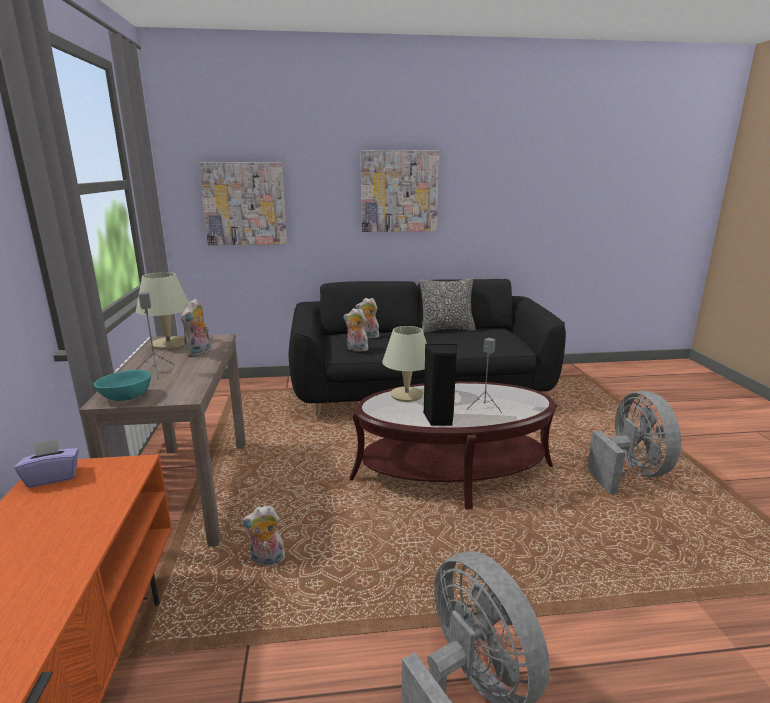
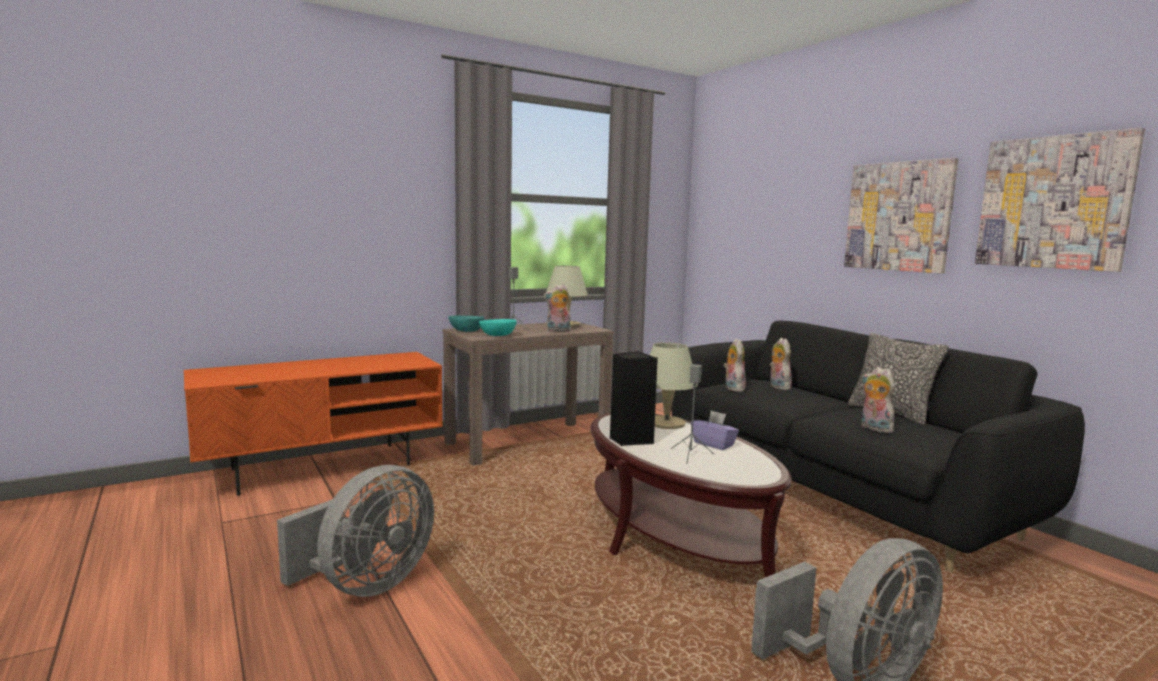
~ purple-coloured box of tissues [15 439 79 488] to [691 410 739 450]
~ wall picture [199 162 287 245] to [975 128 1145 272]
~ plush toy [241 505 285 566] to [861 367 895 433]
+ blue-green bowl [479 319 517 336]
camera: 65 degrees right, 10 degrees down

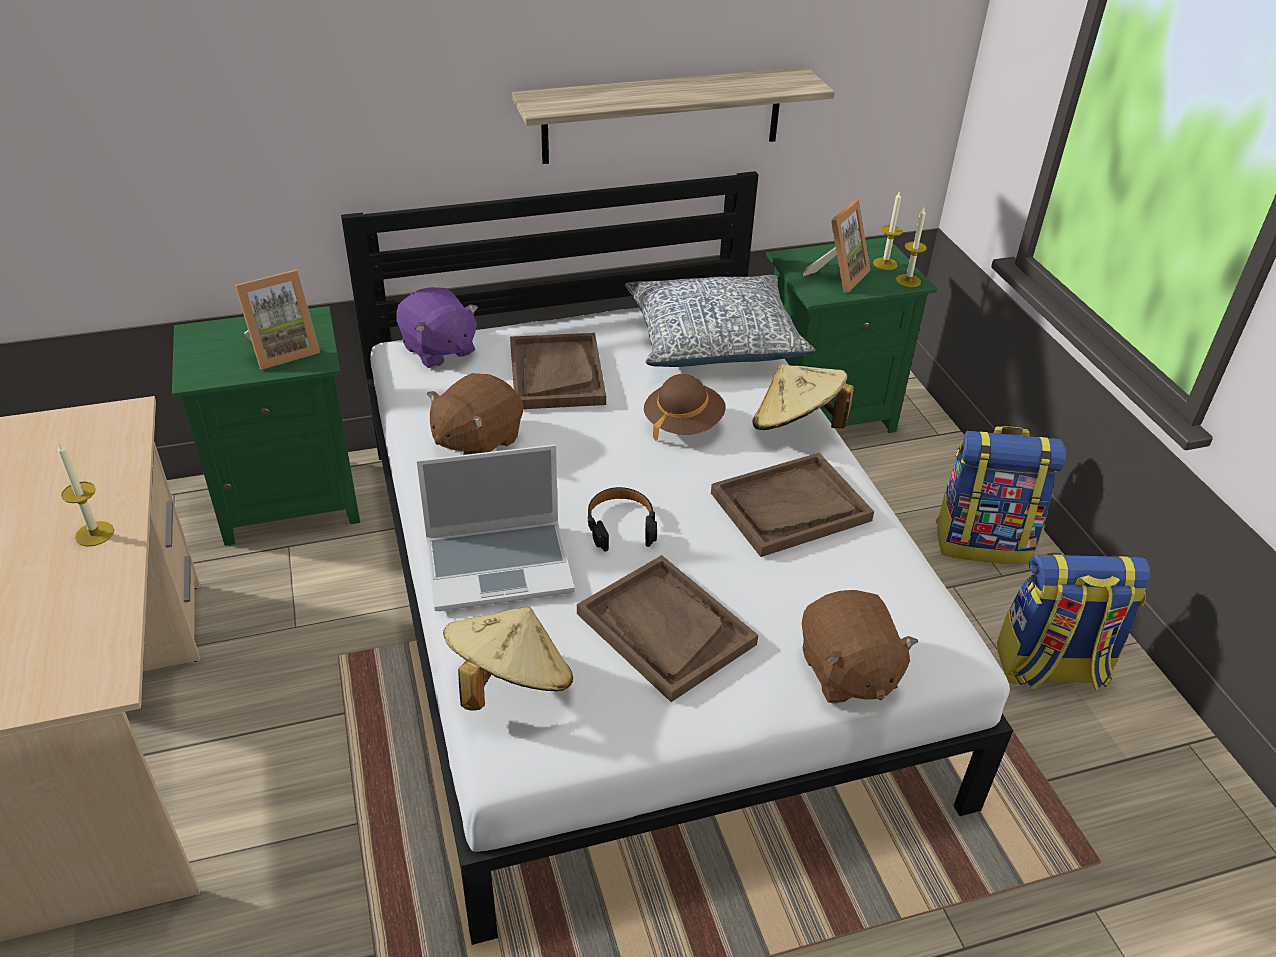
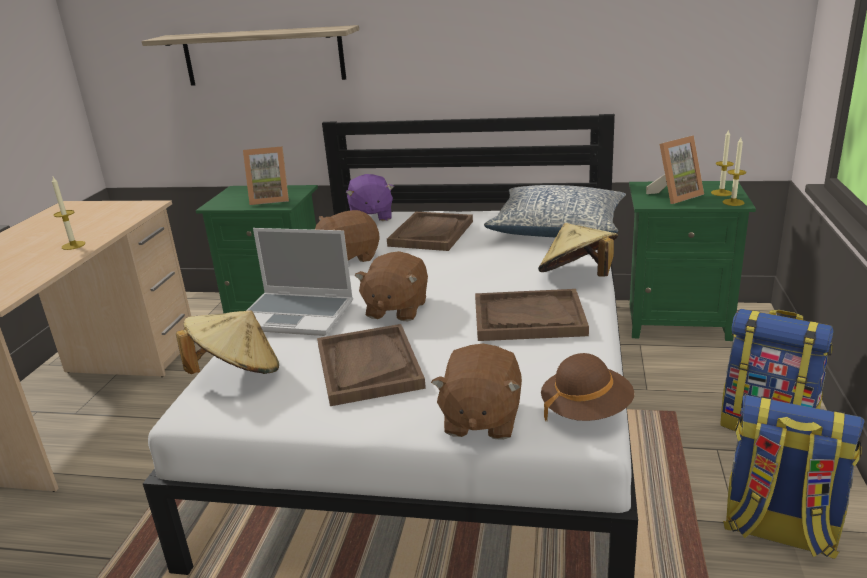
~ wall shelf [512 67 835 164] to [142 25 359 86]
~ black-coloured headphones [588 487 657 552] to brown plush toy [354 251 428 321]
~ brown wearable hat [644 374 726 441] to [541 353 634 421]
camera: 30 degrees right, 15 degrees down

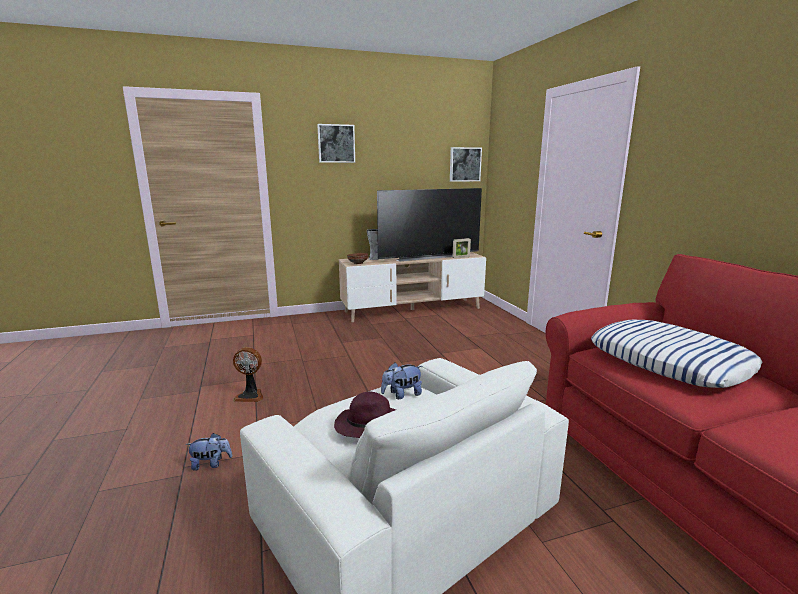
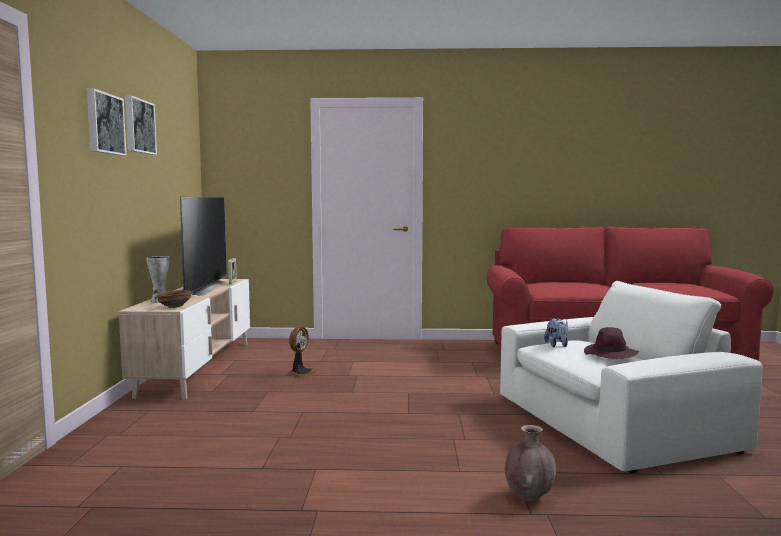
~ plush toy [185 433 232 471] to brown flower vase [505 425 556 502]
~ fan [233 347 263 402] to [289 326 317 378]
~ wall picture [450 147 482 182] to [125 95 157 155]
- throw pillow [591 320 763 388]
camera: 70 degrees left, 10 degrees down

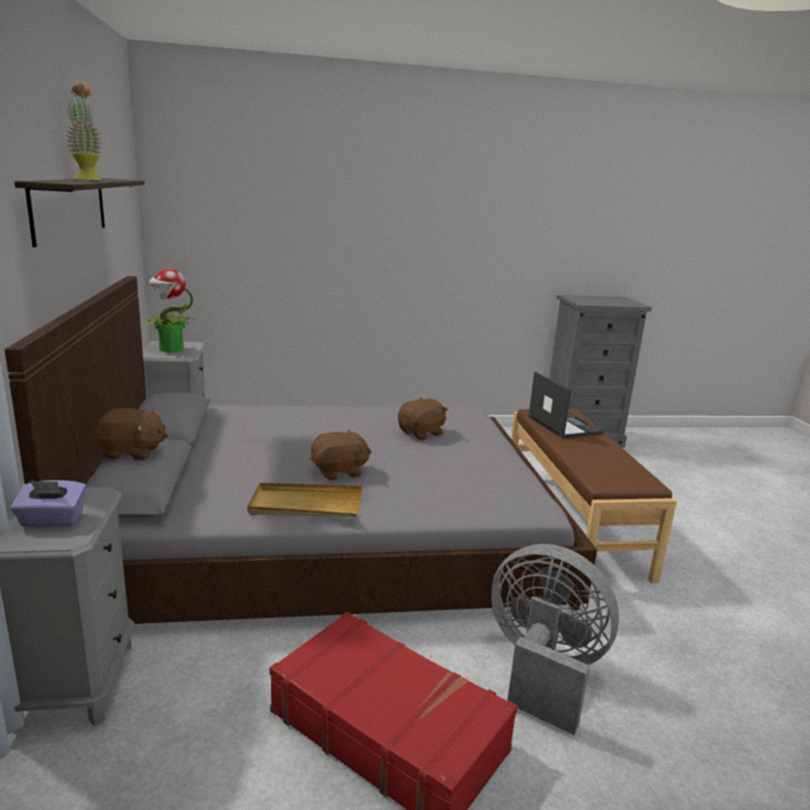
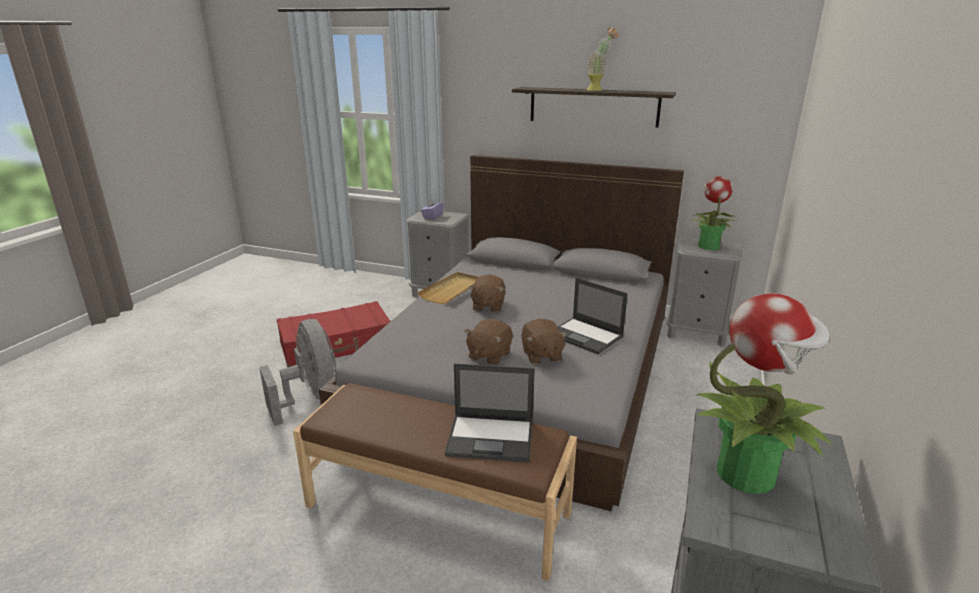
~ brown plush toy [95 408 168 460] to [465 319 513 365]
~ grey fan [491 544 619 735] = [259 319 337 426] 90 degrees counterclockwise
+ portable computer [558 278 628 354]
+ houseplant [696 293 832 494]
camera: 120 degrees right, 5 degrees up

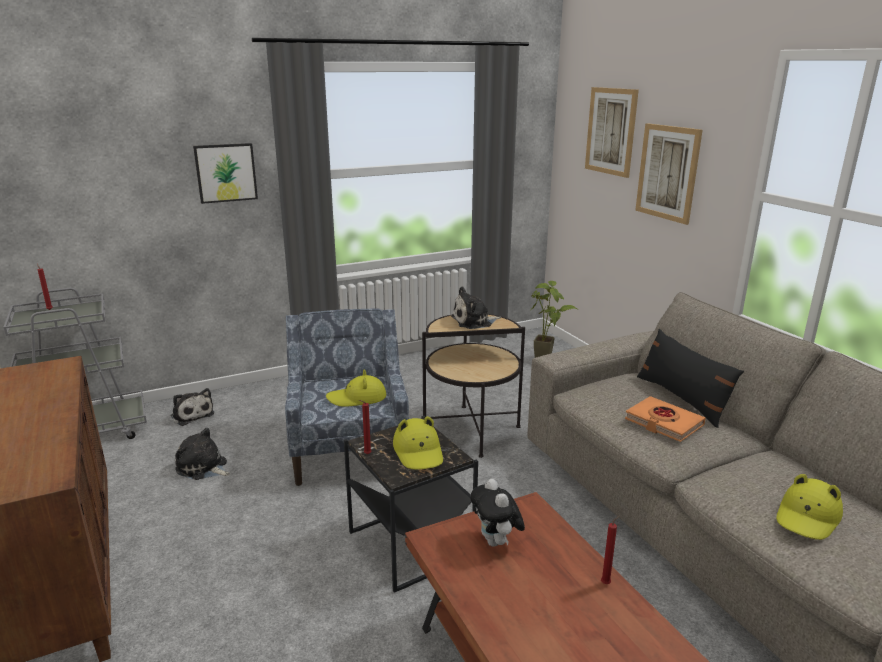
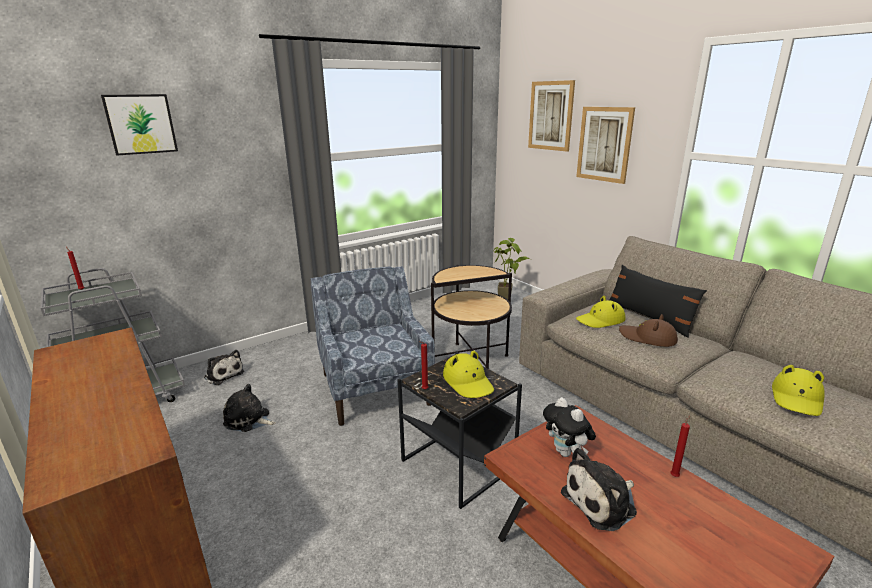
~ wall picture [193 143 258 204] to [101 94 178 155]
~ yellow wearable hat [326 370 386 407] to [576 296 626 328]
~ plush toy [451 286 501 329] to [561 448 637 531]
~ orange-coloured volume [625 396 706 442] to brown wearable hat [619 314 678 347]
camera: 10 degrees left, 0 degrees up

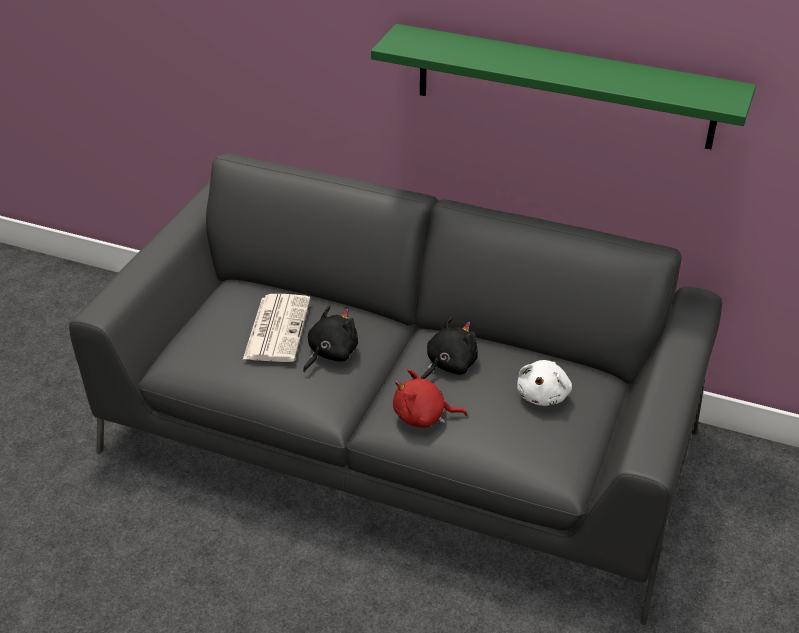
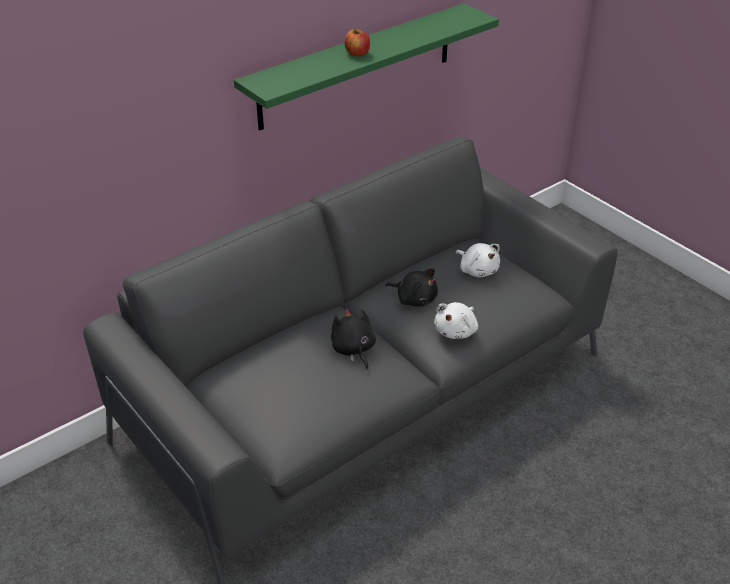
- daily paper [243 294 310 362]
~ reddish plush toy [393 369 467 428] to white-coloured plush toy [434 302 478 339]
~ black-coloured plush toy [421 317 478 379] = [385 269 438 306] 135 degrees clockwise
+ whole apple [344 29 370 56]
camera: 60 degrees left, 0 degrees up

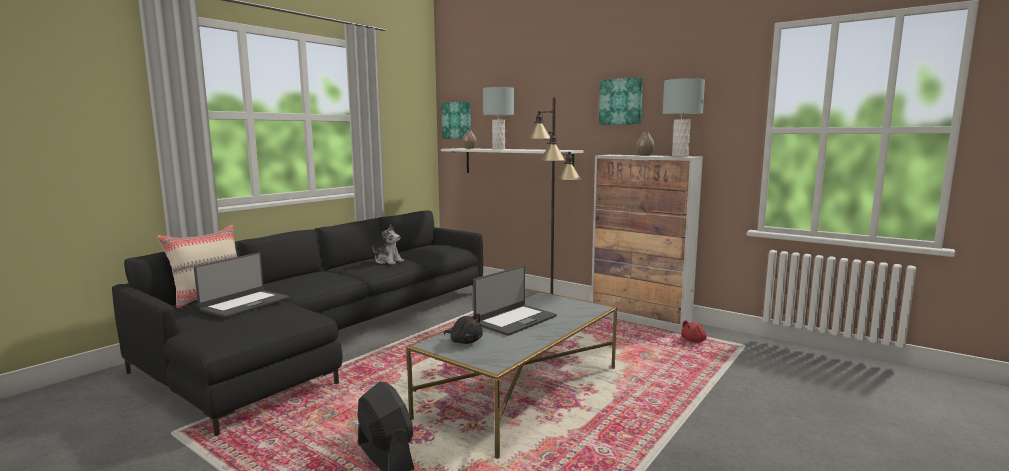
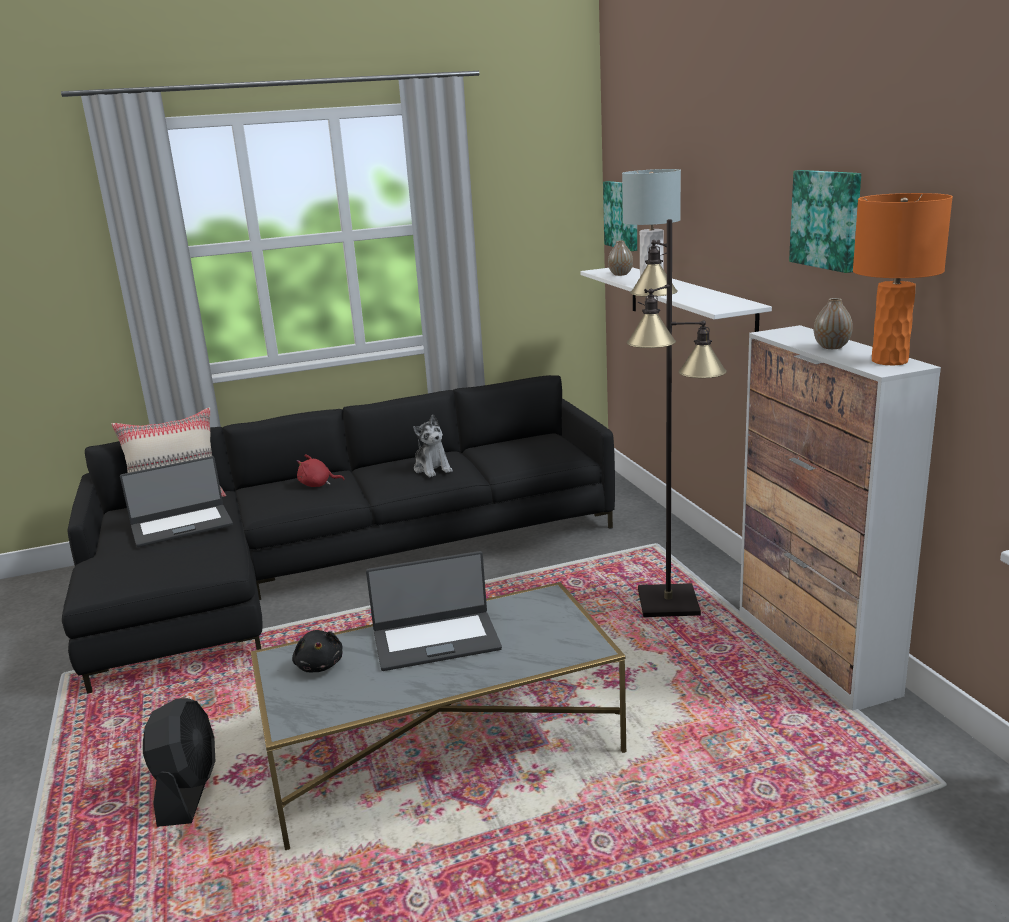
~ grey tabletop lamp [663 78 705 157] to orange-coloured tabletop lamp [853 193 953 366]
~ reddish plush toy [681 320 707 342] to [297 454 345 487]
camera: 35 degrees right, 10 degrees up

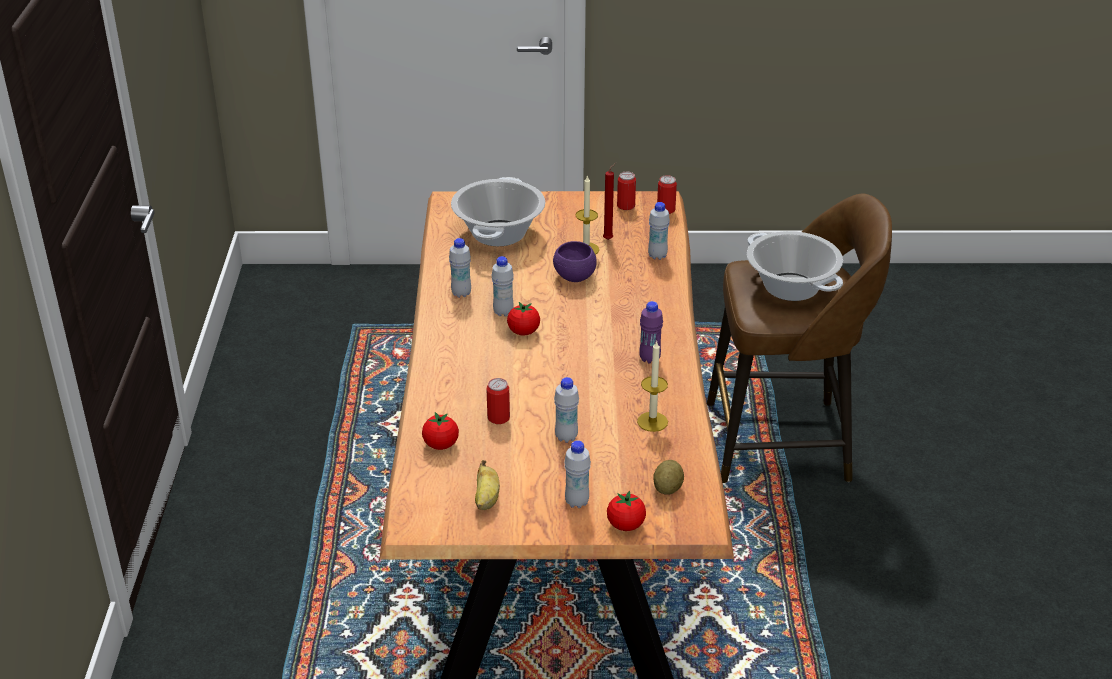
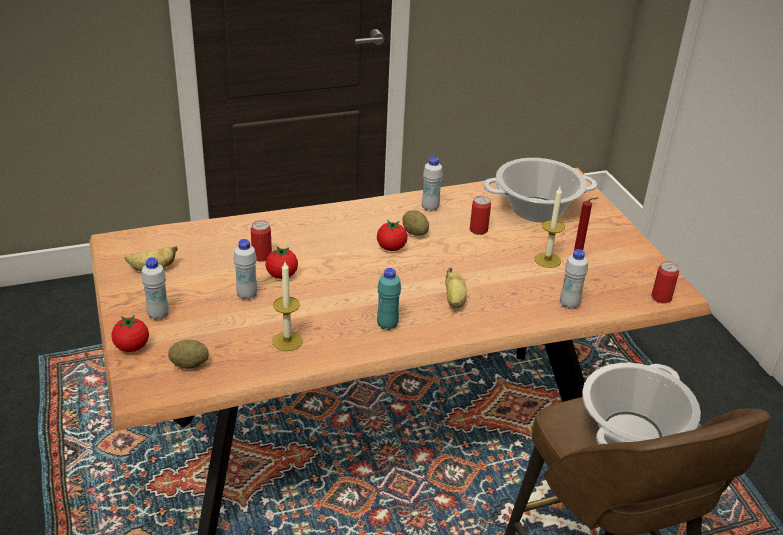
~ tomato [422 412 459 450] to [265 246 298 279]
~ white-coloured bottle [491 256 514 317] to whole potato [402 210 429 236]
- purple-coloured bowl [553 241 597 282]
~ metal can [617 172 636 210] to [470 196 491 235]
~ purple-coloured bottle [639 301 663 364] to blue-green bottle [377 268 401 330]
+ banana fruit [445 267 467 308]
camera: 70 degrees right, 0 degrees up

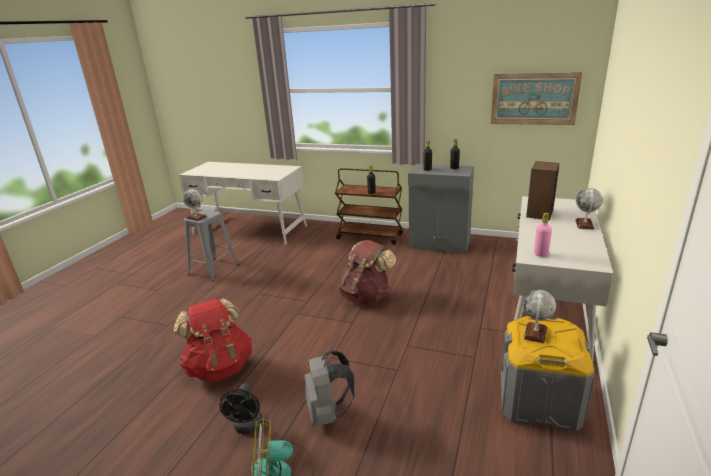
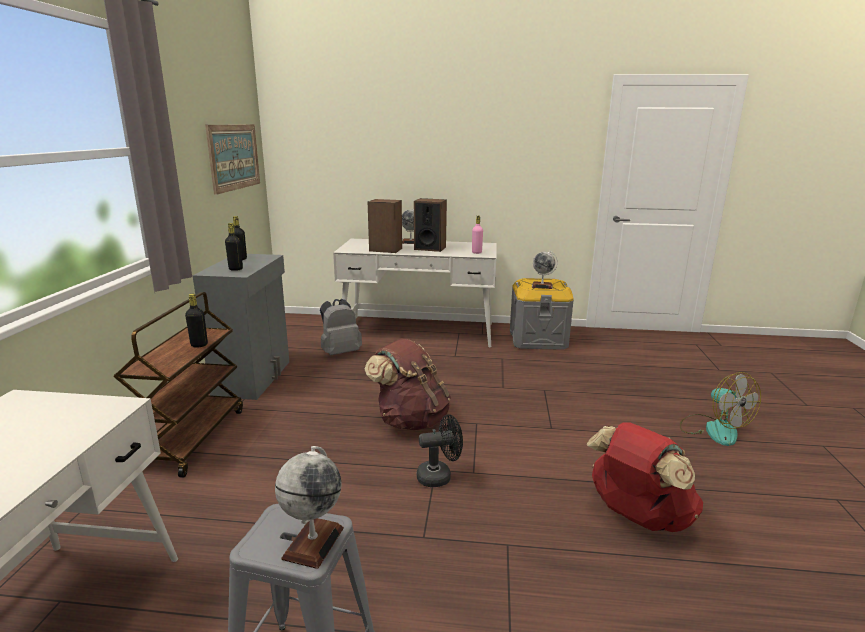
~ black-coloured fan [219 383 263 434] to [417 414 463 487]
~ grey backpack [304 350 355 426] to [320 299 362 355]
+ speaker [414 198 447 252]
camera: 105 degrees left, 5 degrees down

